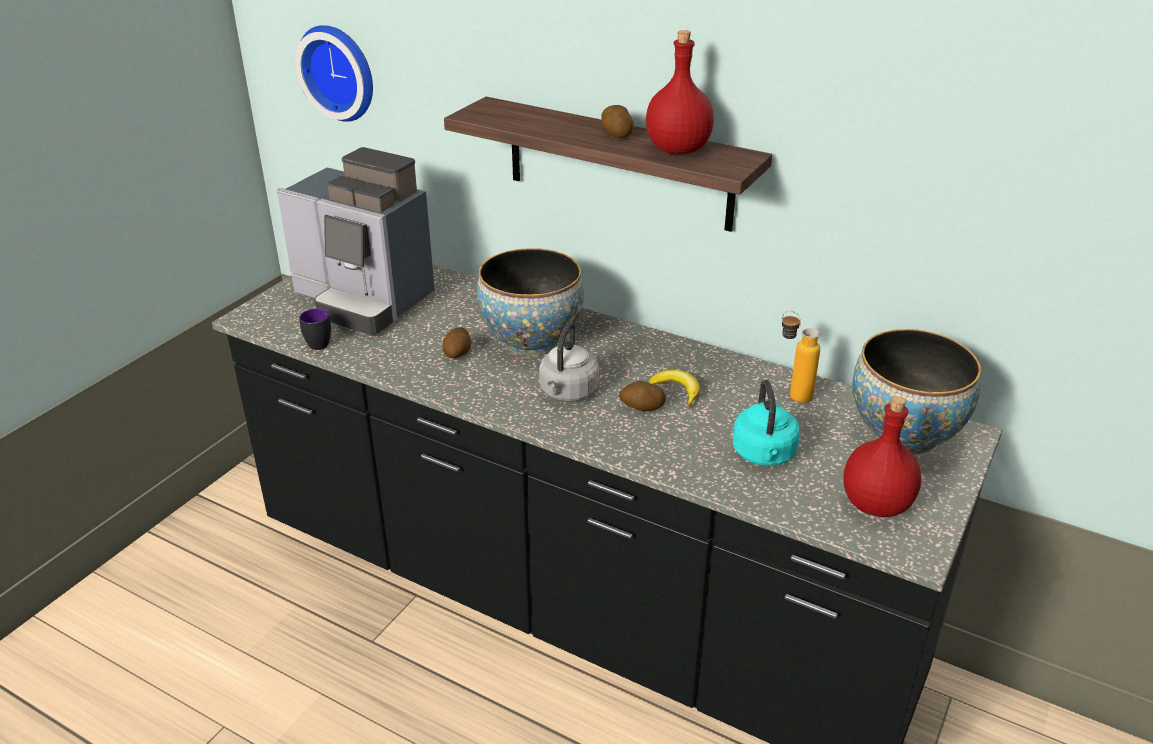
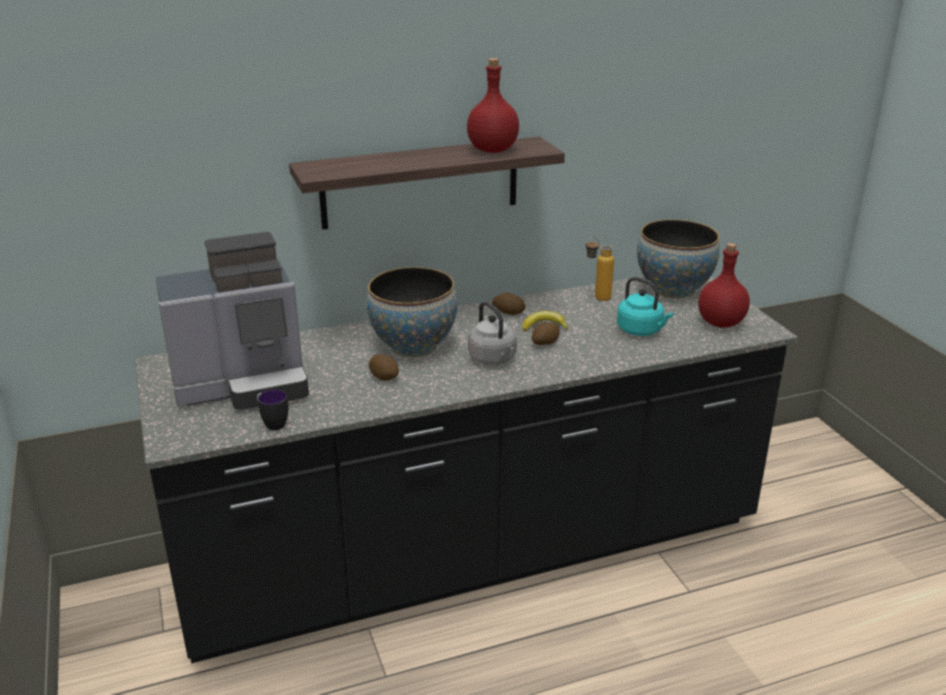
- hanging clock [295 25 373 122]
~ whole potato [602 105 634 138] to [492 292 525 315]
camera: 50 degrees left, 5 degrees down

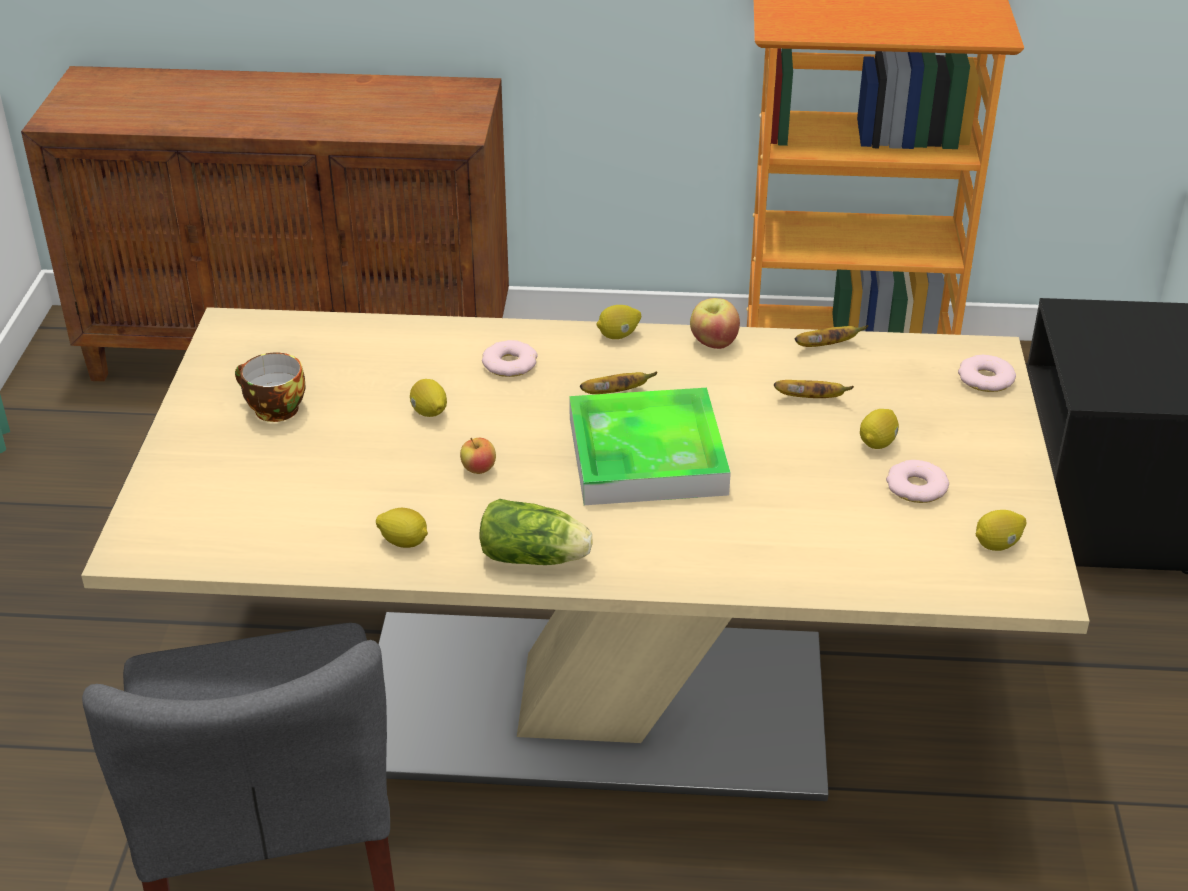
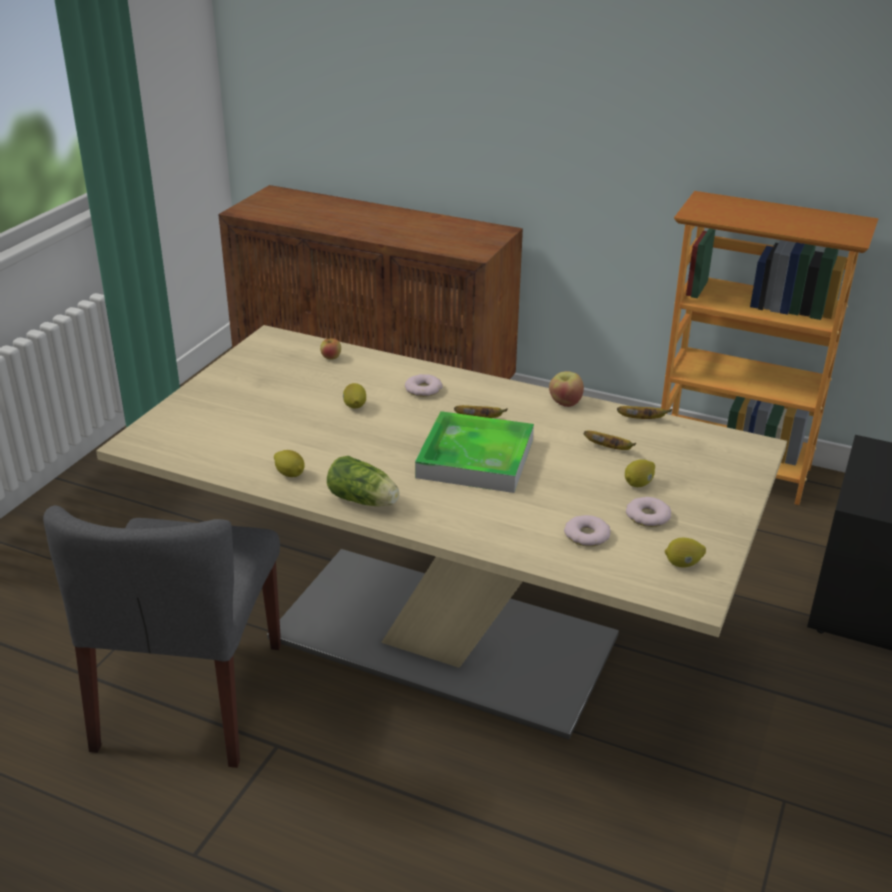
- cup [235 353 306 422]
~ whole apple [460 438 496 474] to [320 336 341 360]
- lemon [597 305 641 339]
~ ring doughnut [958 355 1016 392] to [564 515 611 547]
camera: 20 degrees right, 5 degrees down

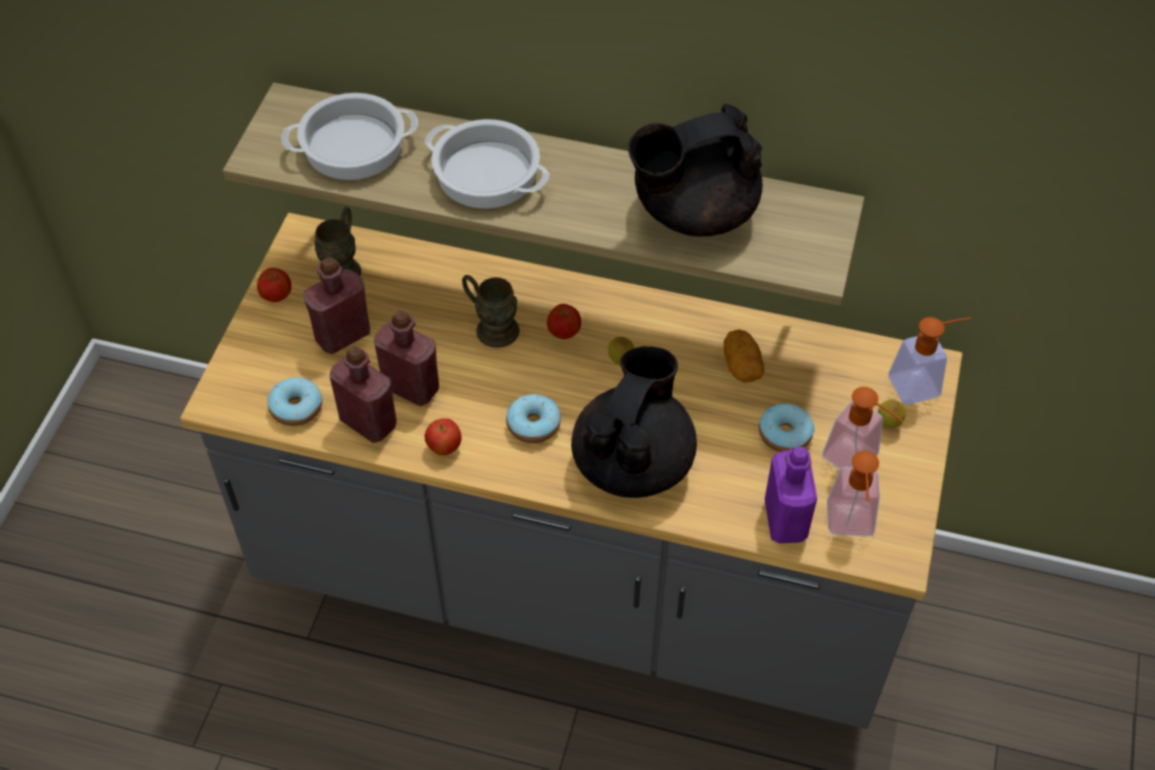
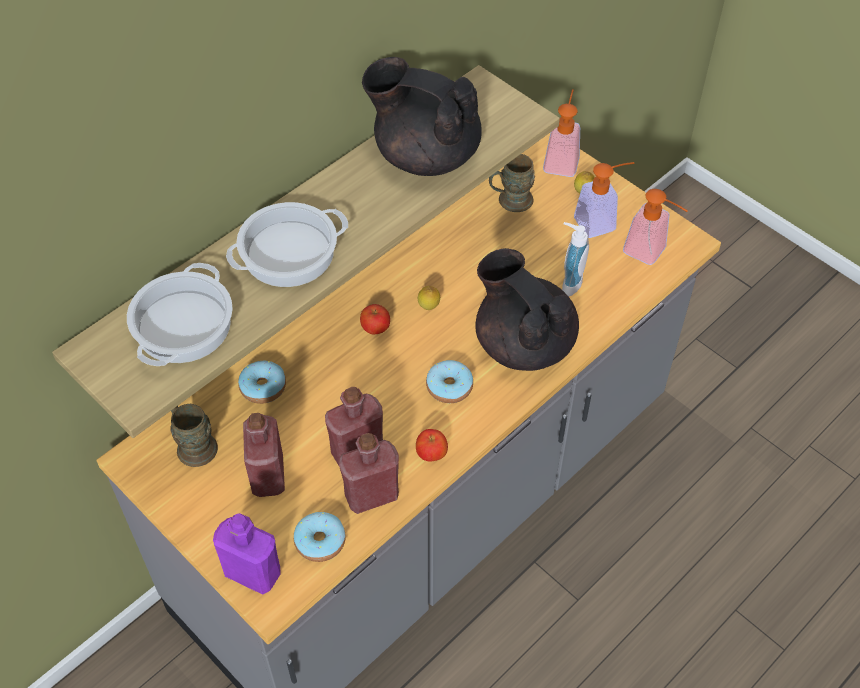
- whole apple [257 268 291 302]
~ brown tea mug [462 275 519 348] to [489 154 535 212]
~ black-coloured tea pot [628 103 763 236] = [362 57 482 176] 105 degrees clockwise
- whole potato [724 330 765 383]
~ ring doughnut [759 403 815 452] to [238 361 286 404]
~ purple-coloured bottle [765 447 817 543] to [213 513 281 595]
+ soap bottle [562 222 589 297]
camera: 60 degrees left, 0 degrees up

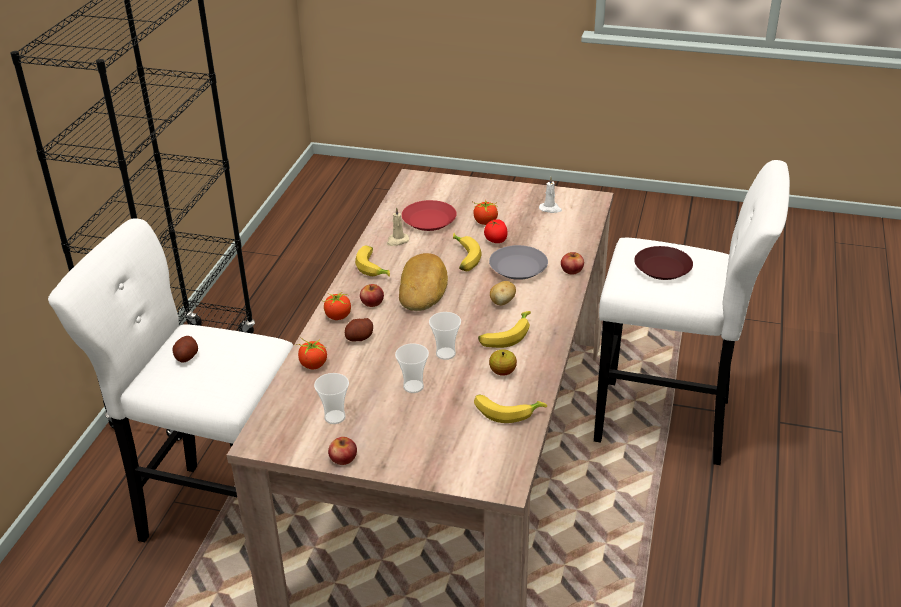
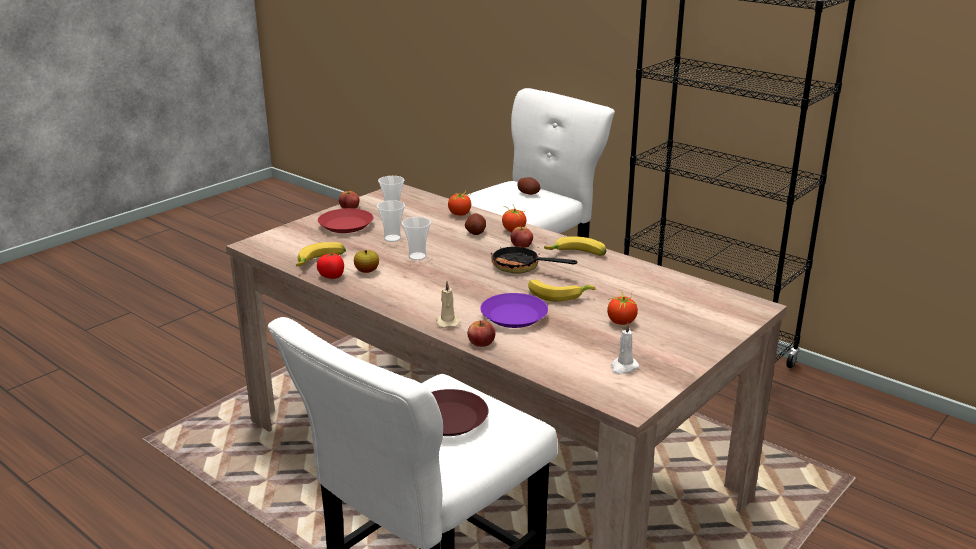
~ sand-coloured wax light [387 207 409 246] to [436 281 461 328]
~ bread [399 253 448 311] to frying pan [491 245 577 274]
~ reddish flat dish [402 200 457 231] to [318 208 373 233]
- banana fruit [478 311 531 348]
~ tomato [484 219 508 243] to [317 252 344 279]
~ grey flat dish [489 245 548 280] to purple-coloured flat dish [480 293 548 328]
- whole potato [490 281 516 305]
camera: 115 degrees right, 10 degrees down

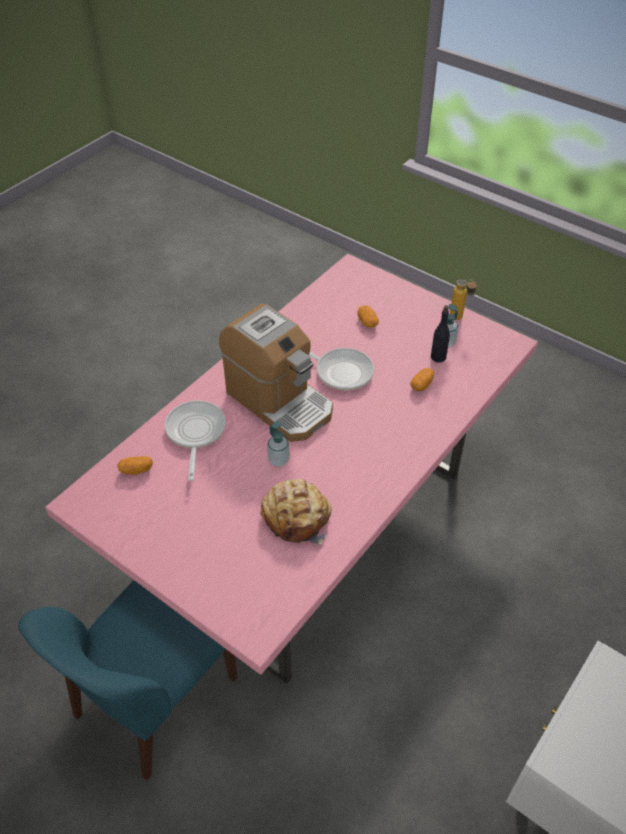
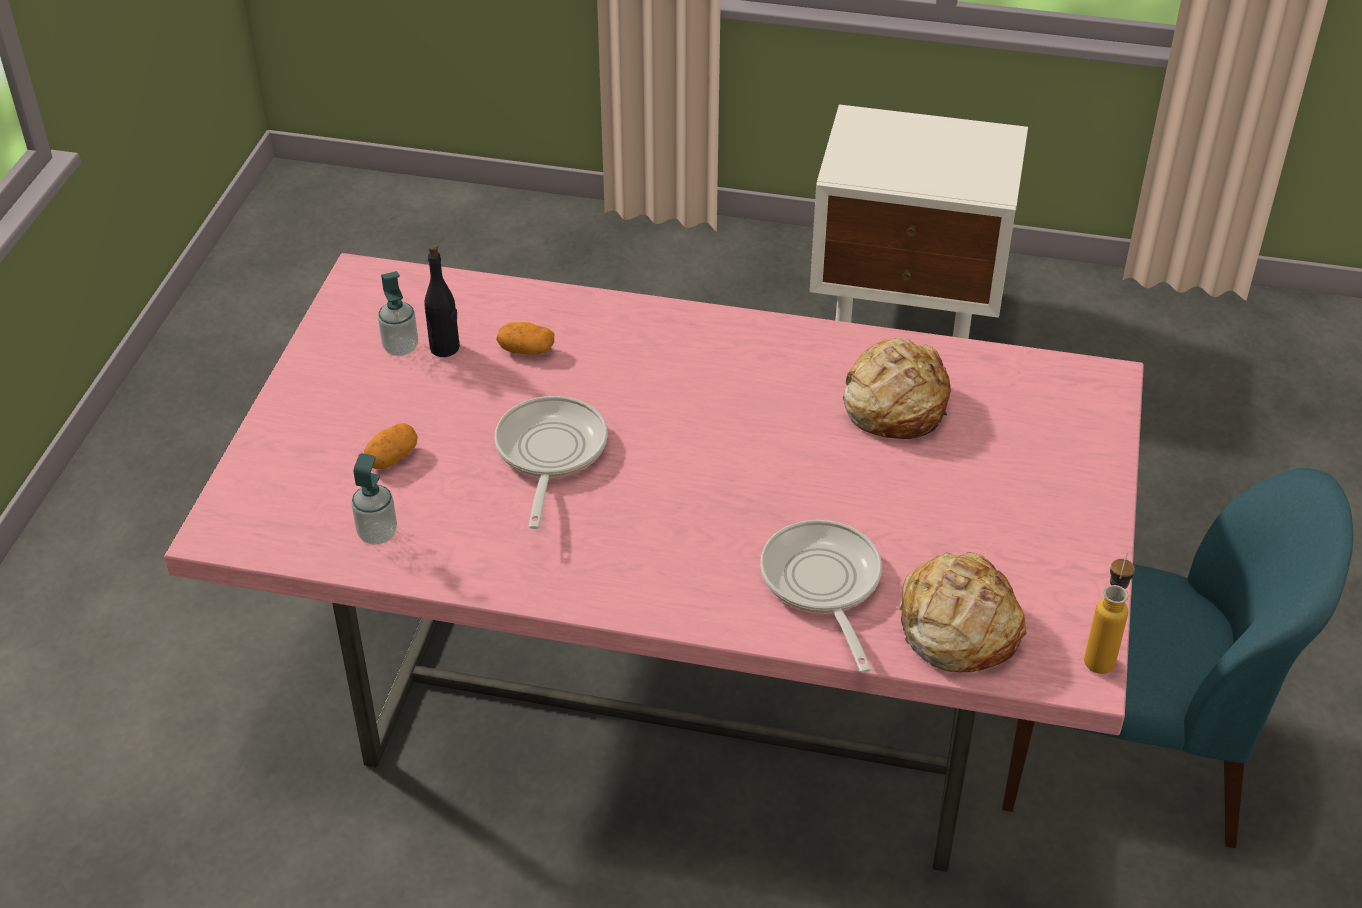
~ whole potato [117 456 153 475] to bread [896 552 1026 672]
~ frying pan [165 400 226 481] = [760 520 882 673] 105 degrees clockwise
- coffee maker [219 303 333 442]
~ soap bottle [267 421 290 467] to [351 453 397 545]
~ bottle [450 279 477 320] to [1084 553 1135 674]
camera: 115 degrees left, 5 degrees down

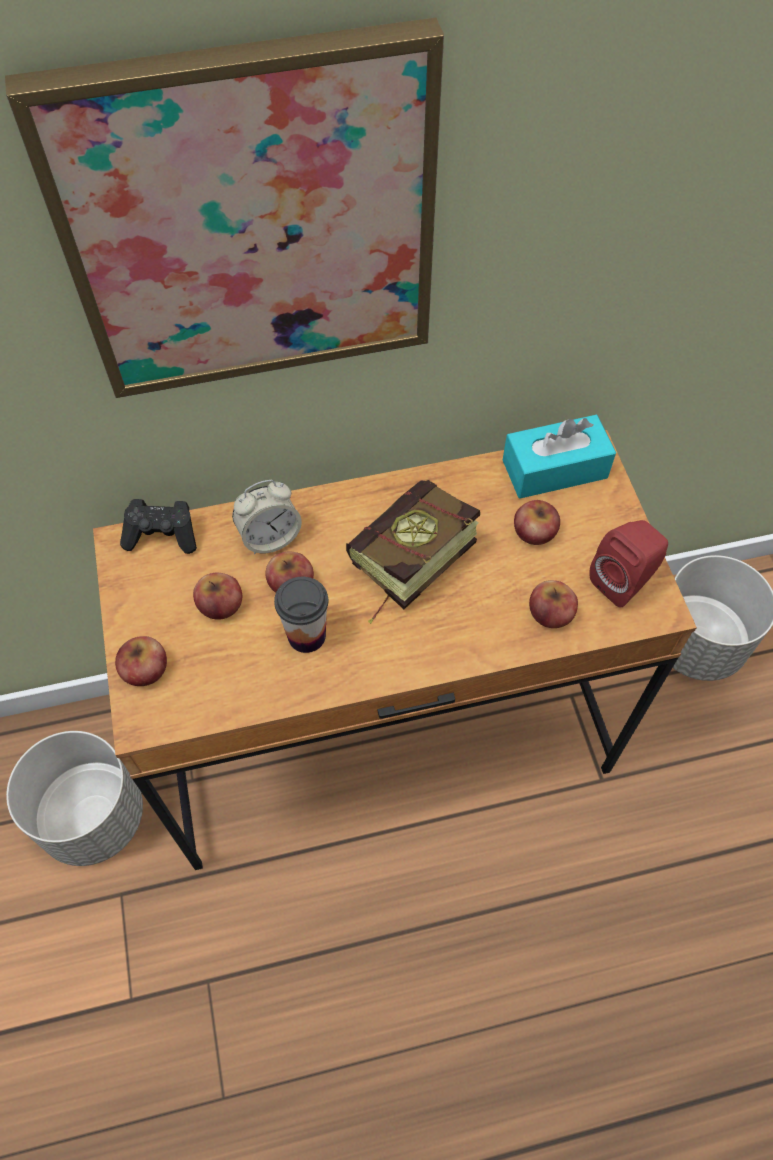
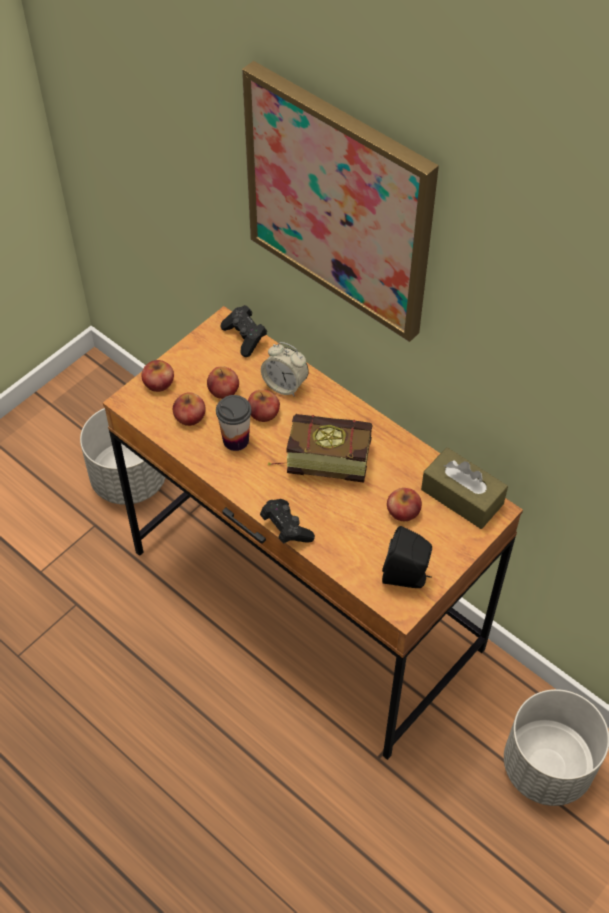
~ blue-green box of tissues [503 415 616 498] to brown box of tissues [421 447 508 529]
~ whole apple [529 580 578 628] to [173 392 206 426]
~ reddish speaker [589 520 668 608] to black-coloured speaker [382 526 432 588]
+ black-coloured joypad [260 499 315 543]
camera: 55 degrees right, 5 degrees down

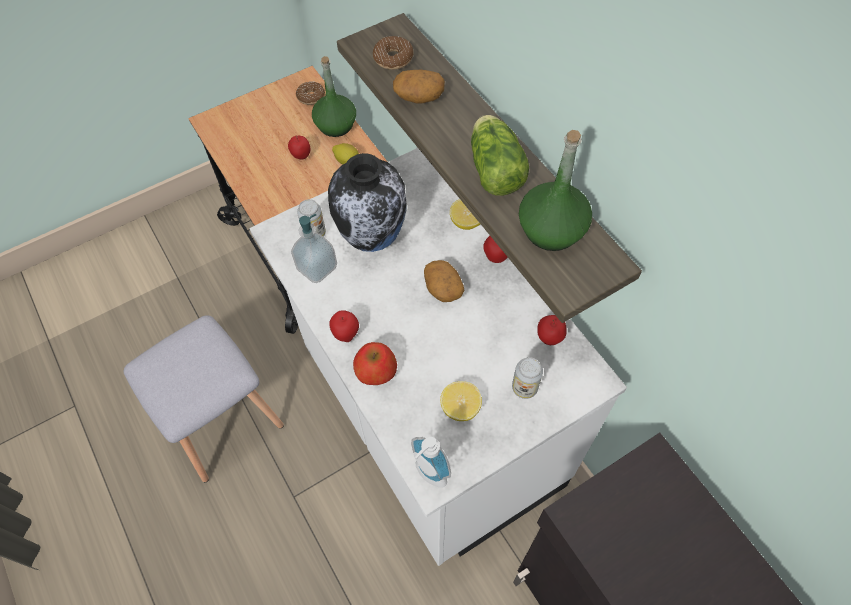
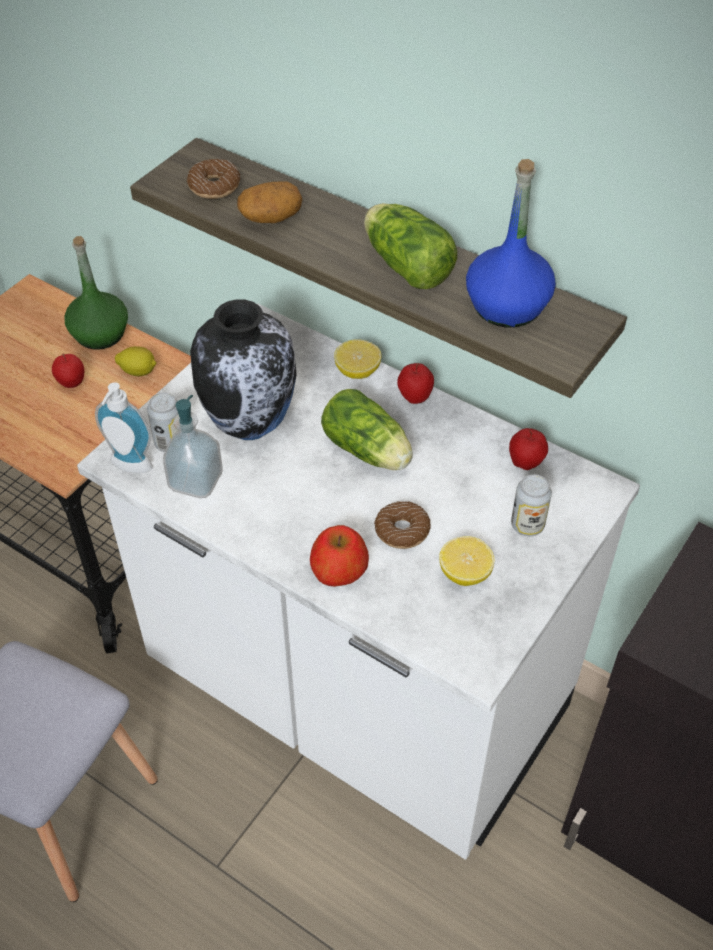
~ ring doughnut [296 81 325 105] to [374 501 430 549]
- whole apple [329 310 359 342]
~ soap bottle [411 437 451 488] to [95 382 153 473]
~ whole potato [424 260 465 302] to lettuce head [321 389 413 470]
~ green bottle [519 130 592 251] to blue bottle [466 159 556 328]
camera: 25 degrees left, 10 degrees down

